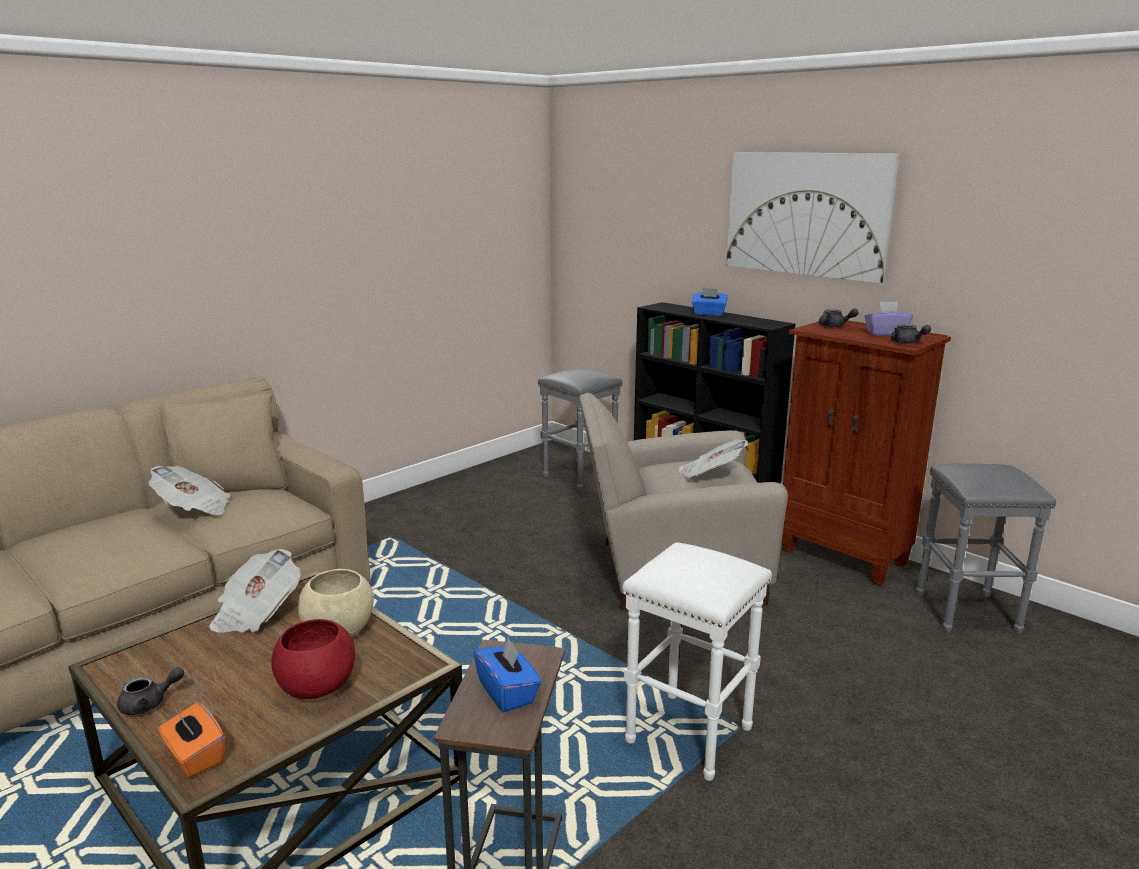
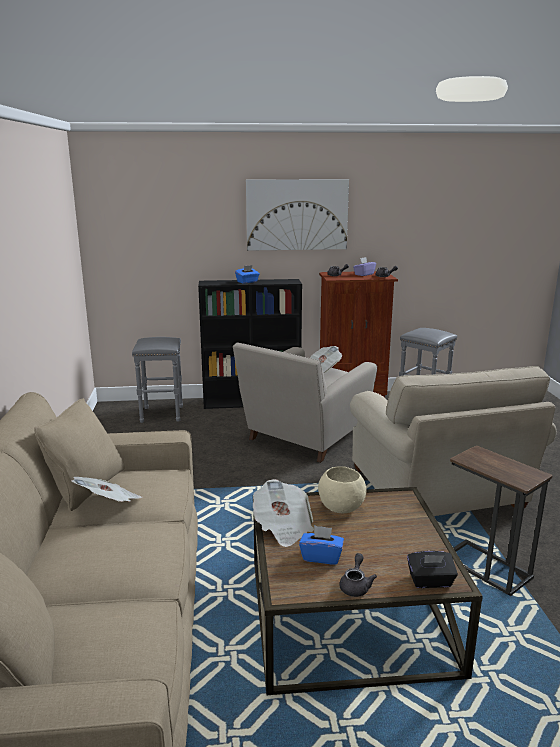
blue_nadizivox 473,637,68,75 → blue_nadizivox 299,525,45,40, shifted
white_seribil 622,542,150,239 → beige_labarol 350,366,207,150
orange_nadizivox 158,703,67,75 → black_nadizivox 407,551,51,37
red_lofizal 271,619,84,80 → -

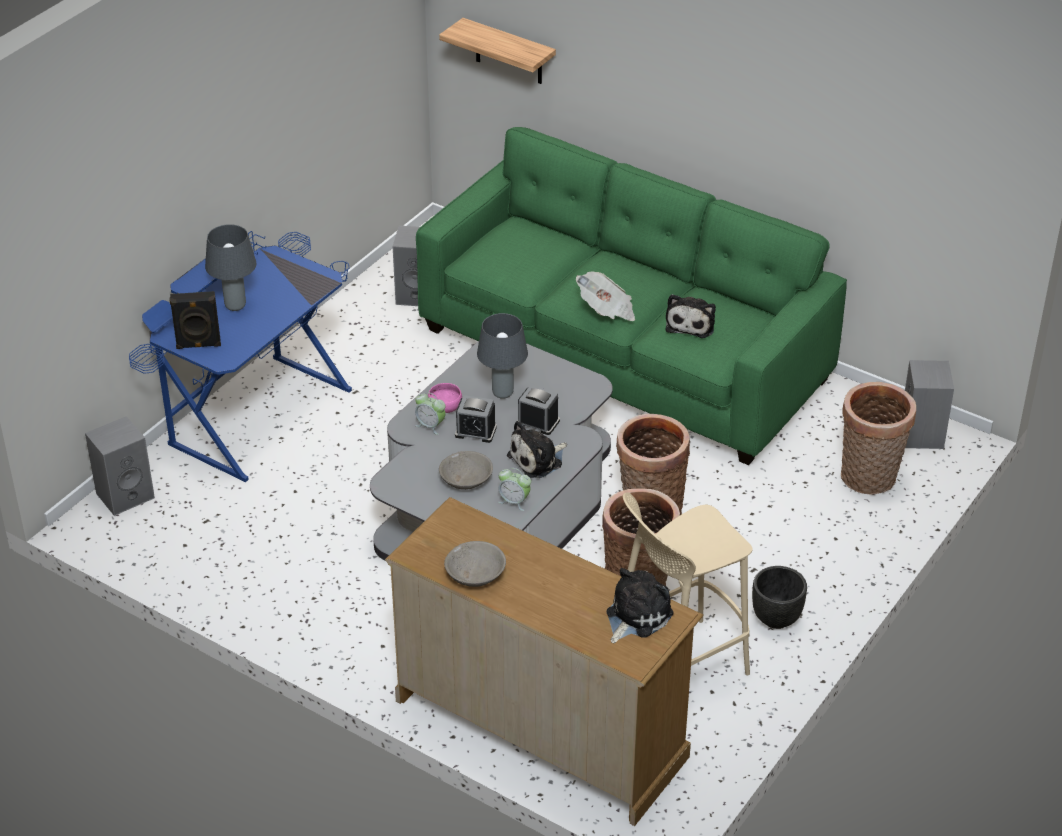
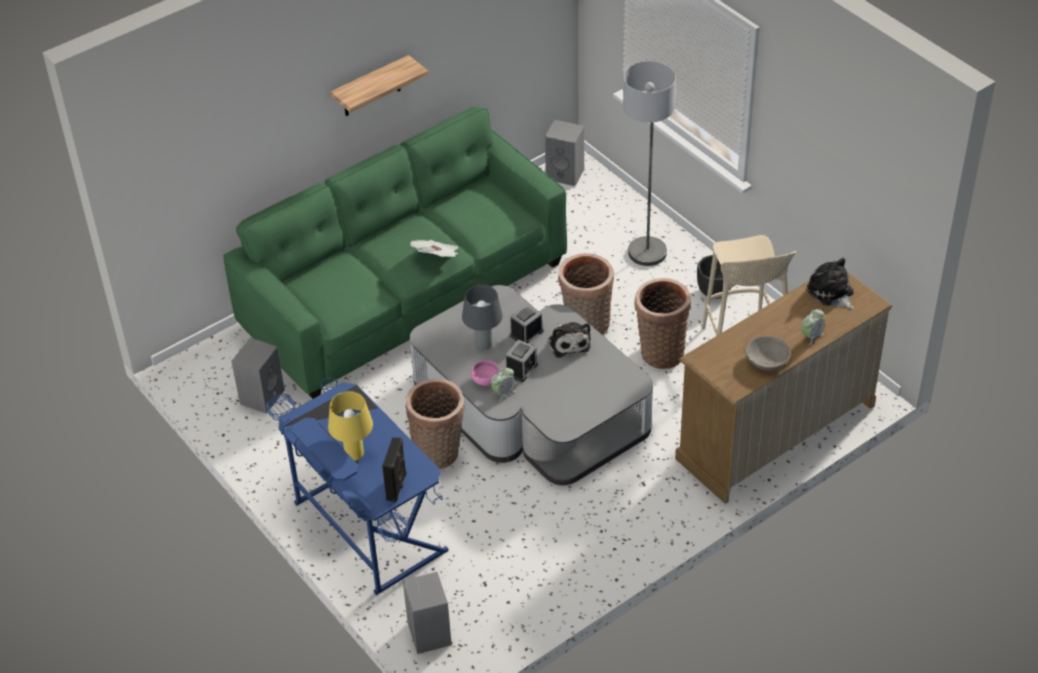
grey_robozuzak 205,224,51,87 → yellow_robozuzak 328,391,45,70
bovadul 439,18,117,66 → bovadul 330,55,99,61, shifted
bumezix 841,382,75,113 → bumezix 406,378,59,91, shifted
- → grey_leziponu 623,61,53,205
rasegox 498,468,33,43 → rasegox 801,309,24,37, shifted
grey_lofizal 439,451,54,39 → -
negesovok 666,294,50,44 → -

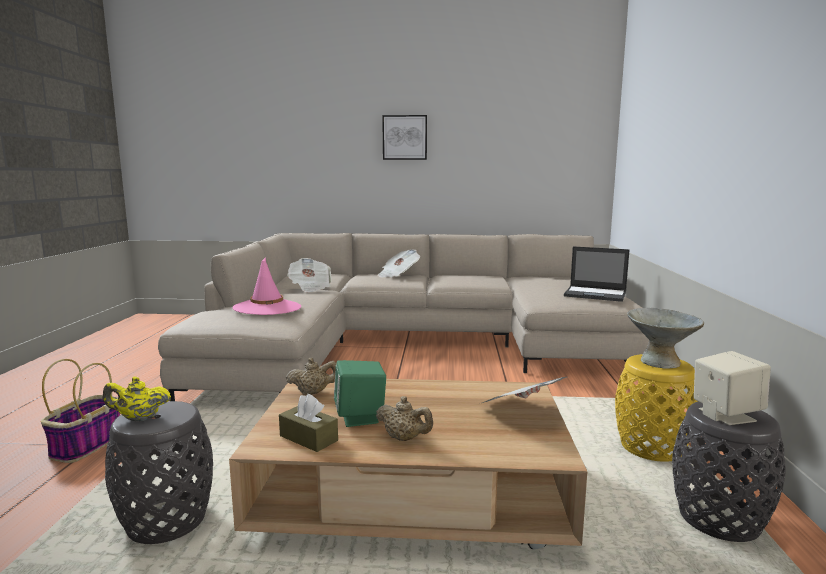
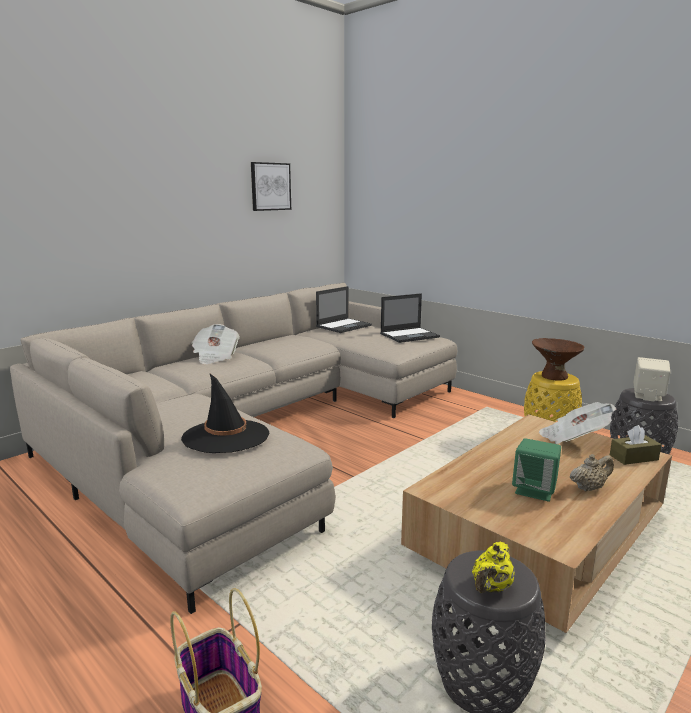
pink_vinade 232,257,69,58 → black_vinade 181,374,88,79
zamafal 382,115,45,45 → zamafal 251,162,40,49, shifted
- → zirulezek 316,286,56,47
grey_lofizal 627,308,77,60 → brown_lofizal 532,338,52,42
brown_nadizivox 279,394,59,58 → brown_nadizivox 610,425,52,40, shifted
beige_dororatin 286,357,50,38 → -
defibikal 287,258,45,34 → -

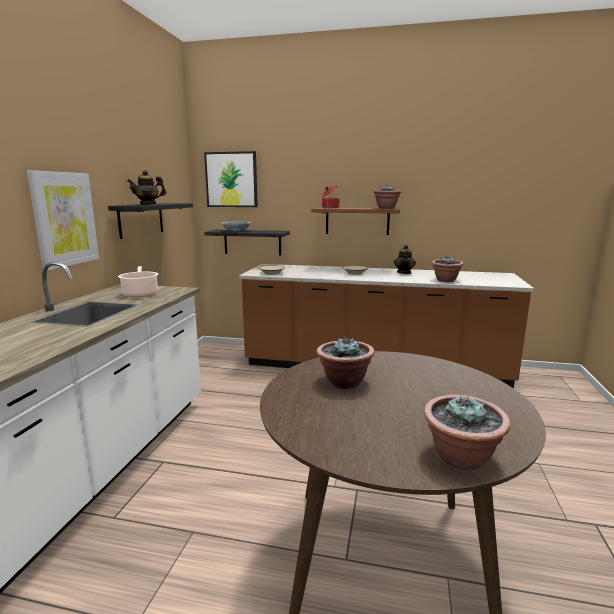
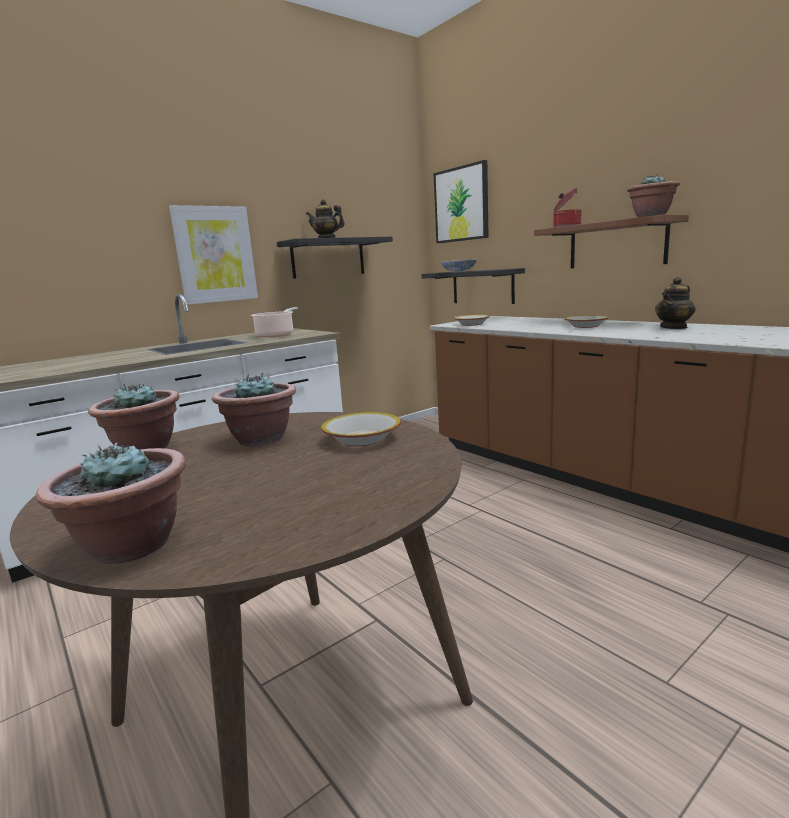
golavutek 432,256,31,26 → golavutek 88,384,92,66, shifted
- → lofizal 321,412,80,34

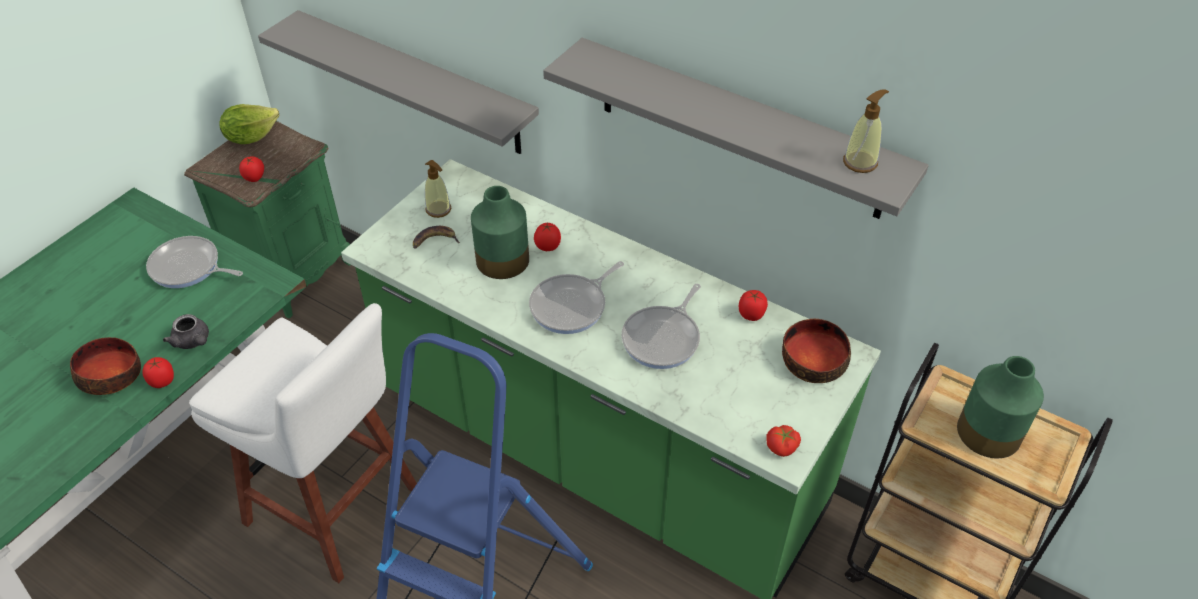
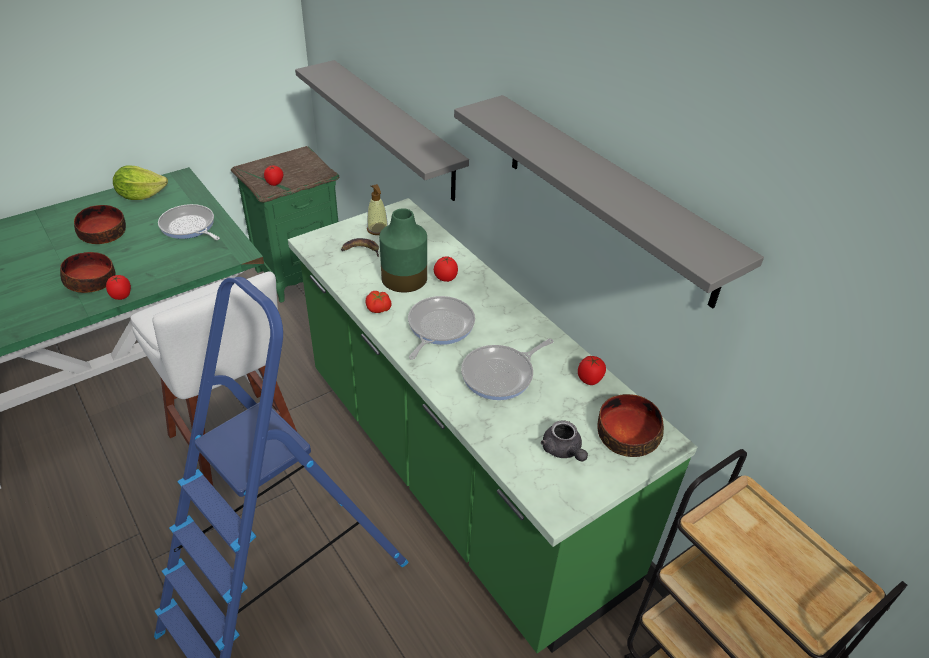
- → lofizal 74,205,52,39
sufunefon 219,104,60,40 → sufunefon 113,166,55,34, shifted
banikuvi 766,425,35,32 → banikuvi 366,291,26,22, shifted
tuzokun 529,261,95,73 → tuzokun 408,296,67,64, 135 degrees clockwise
grey_dororatin 163,314,46,35 → grey_dororatin 541,420,47,41, shifted
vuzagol 843,89,46,84 → -
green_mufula 957,356,87,102 → -

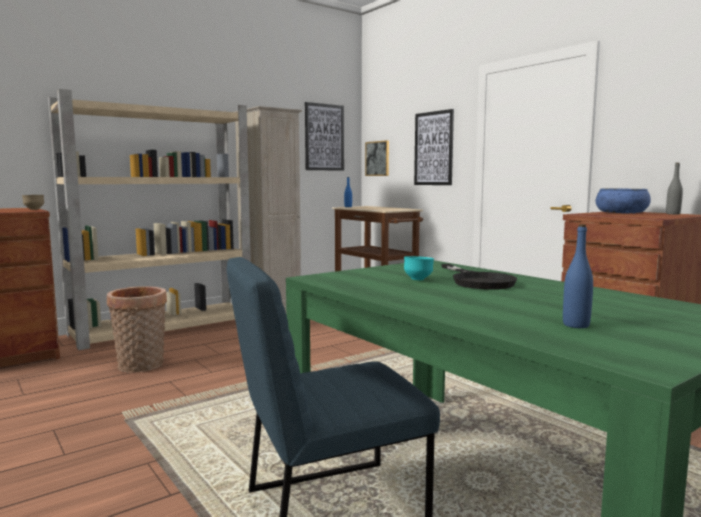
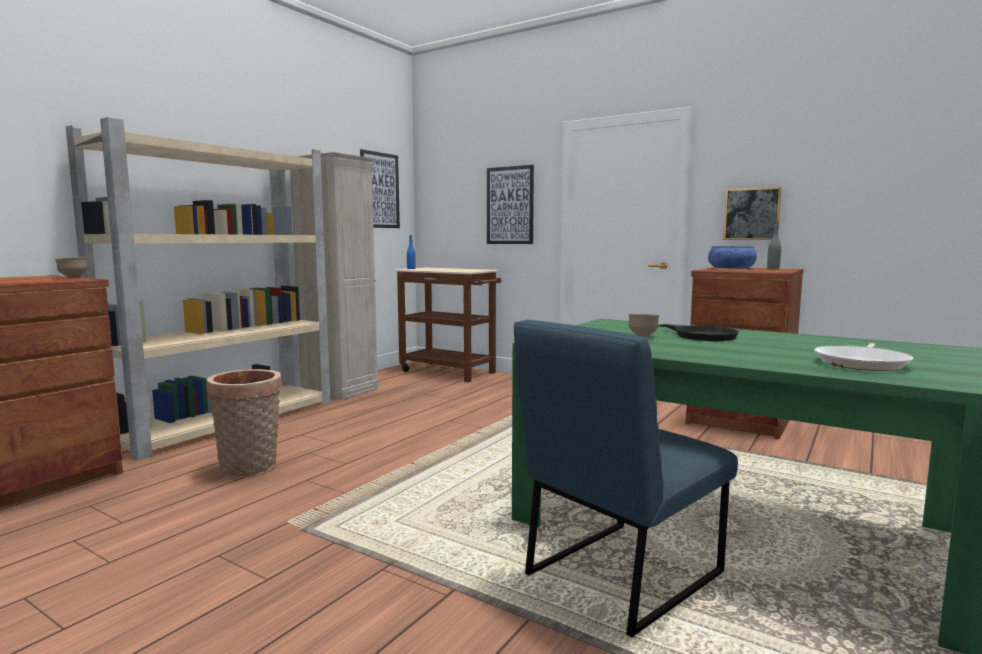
turquoise_lofizal 404,256,30,24 → brown_lofizal 628,314,31,23
zamafal 365,140,24,36 → zamafal 723,187,59,53, shifted
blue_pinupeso 563,224,30,104 → tuzokun 814,343,99,28

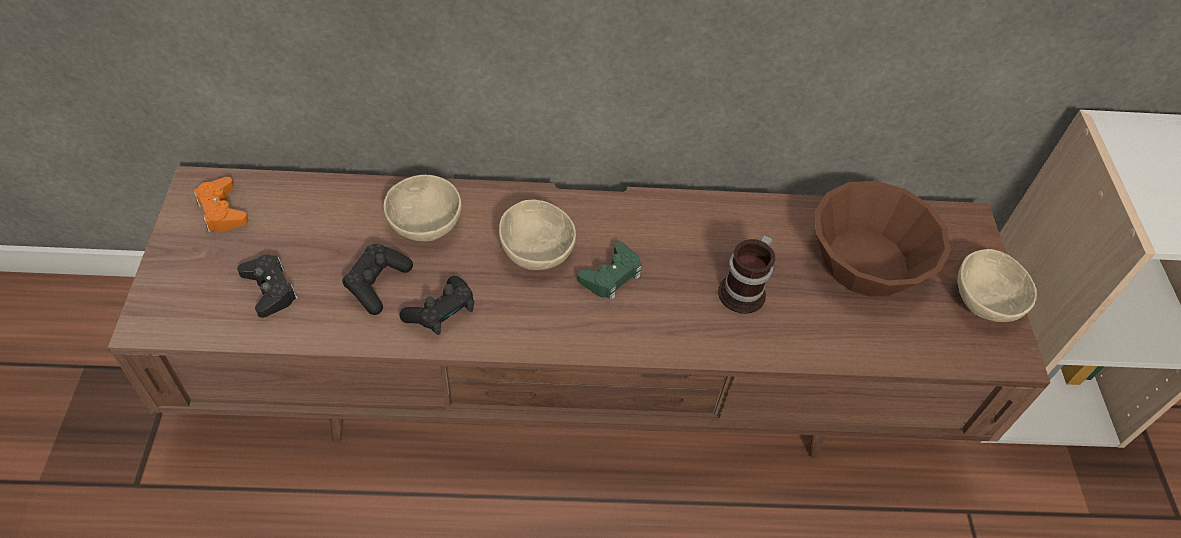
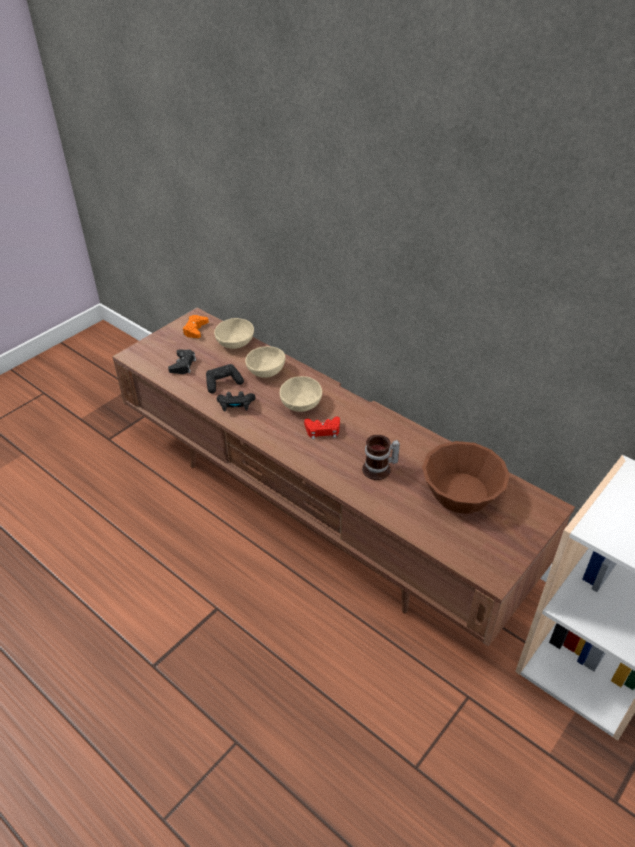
beige_lofizal 958,249,79,73 → beige_lofizal 214,318,40,31, shifted
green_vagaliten 578,242,64,58 → red_vagaliten 304,417,36,22

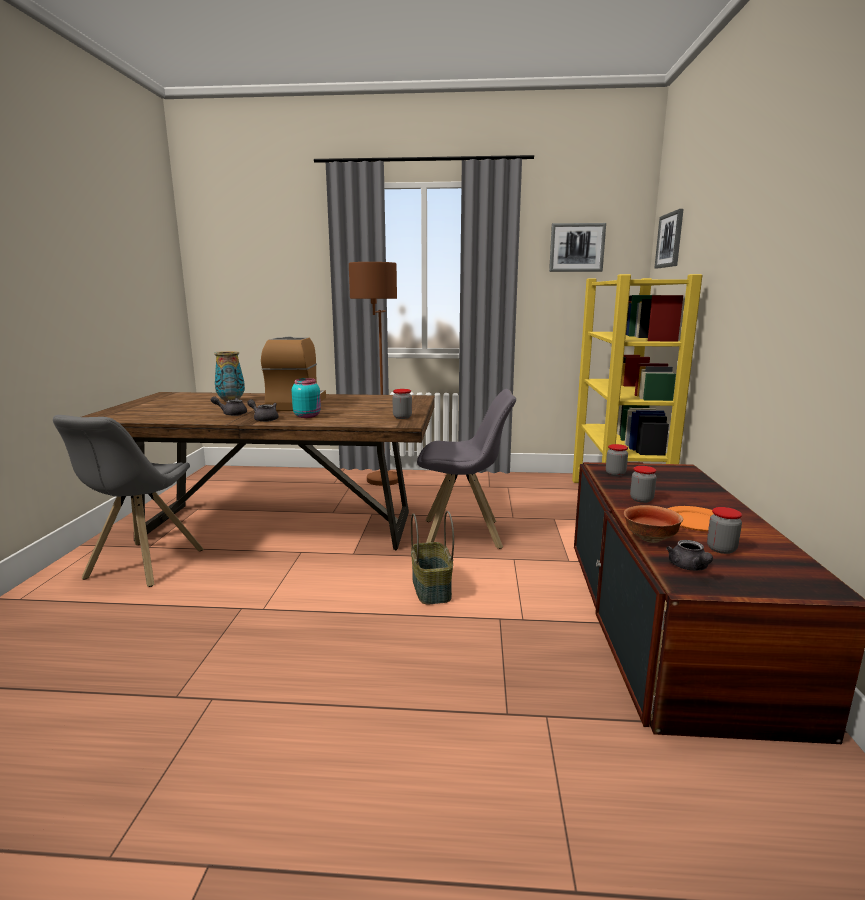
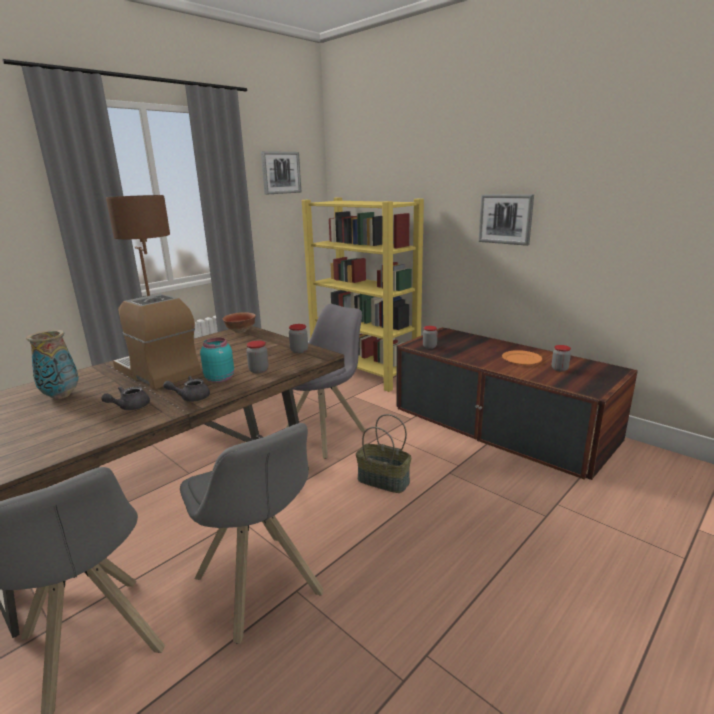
- → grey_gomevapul 180,423,144,221
lofizal 624,505,59,38 → lofizal 223,312,33,21, shifted
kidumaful 630,466,27,37 → kidumaful 246,341,23,32, shifted
zamafal 654,209,30,59 → zamafal 478,194,56,52, shifted
grey_dororatin 666,540,47,31 → -

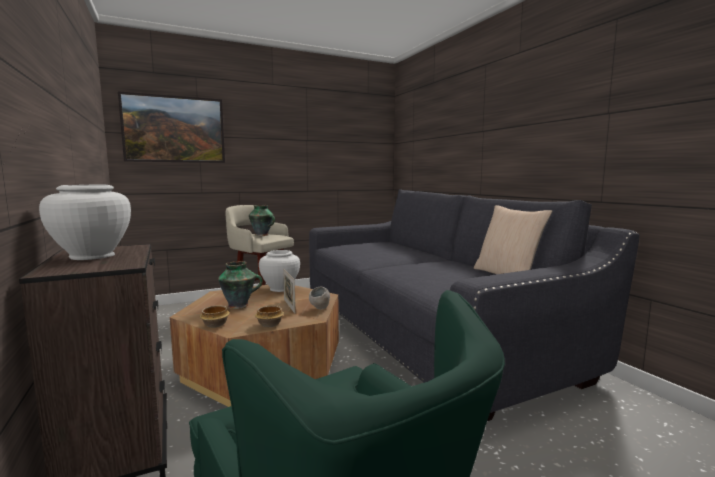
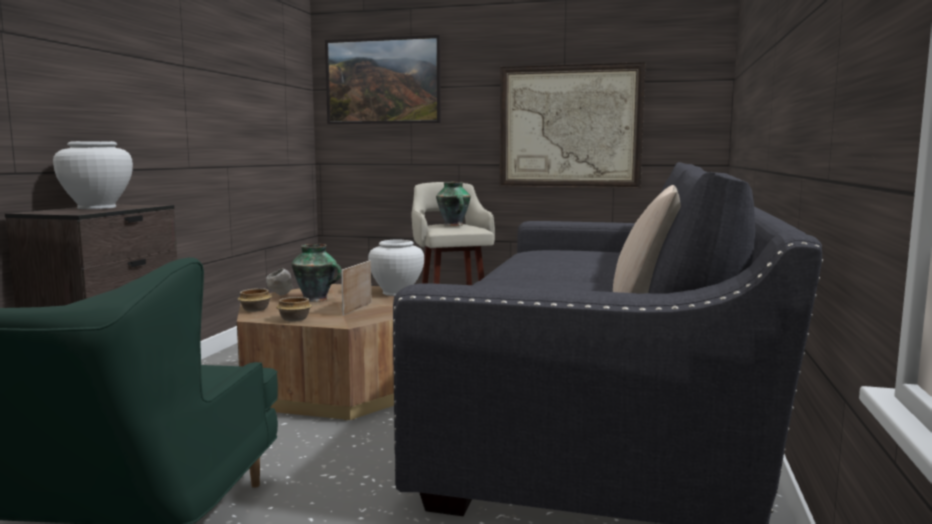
grey_lofizal 309,287,21,23 → grey_lofizal 266,268,27,28, shifted
- → zamafal 499,62,146,126

